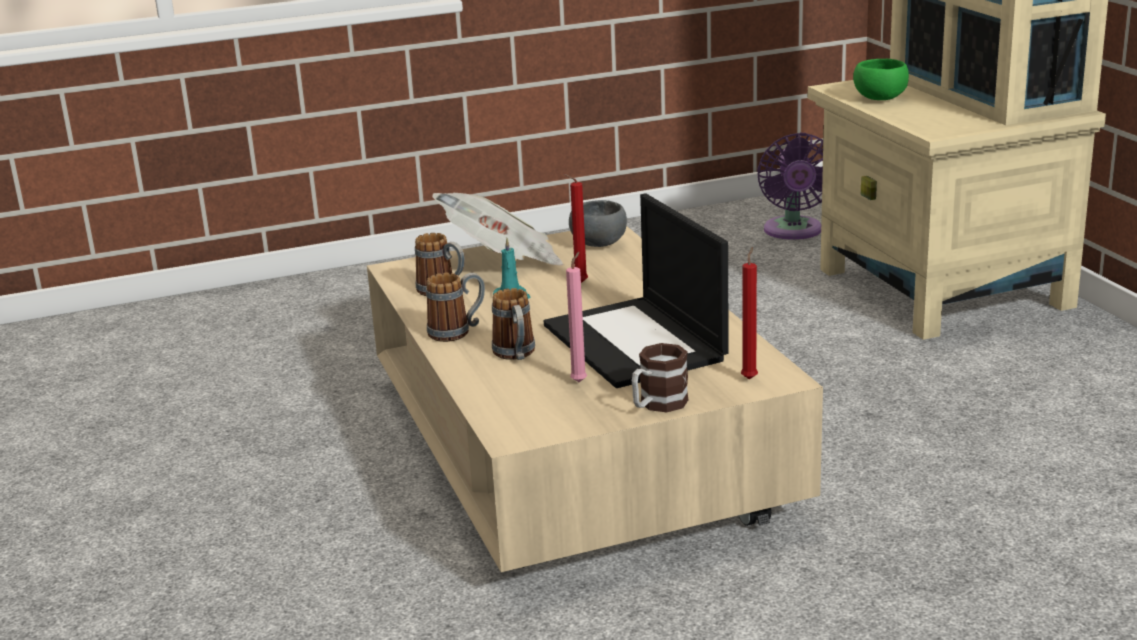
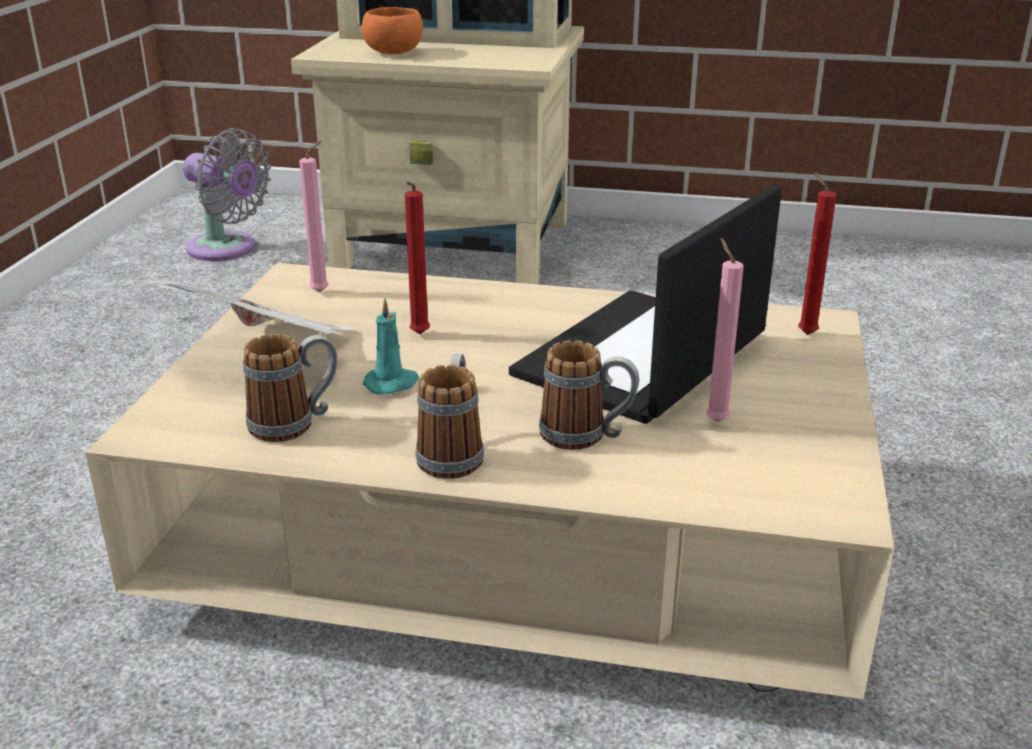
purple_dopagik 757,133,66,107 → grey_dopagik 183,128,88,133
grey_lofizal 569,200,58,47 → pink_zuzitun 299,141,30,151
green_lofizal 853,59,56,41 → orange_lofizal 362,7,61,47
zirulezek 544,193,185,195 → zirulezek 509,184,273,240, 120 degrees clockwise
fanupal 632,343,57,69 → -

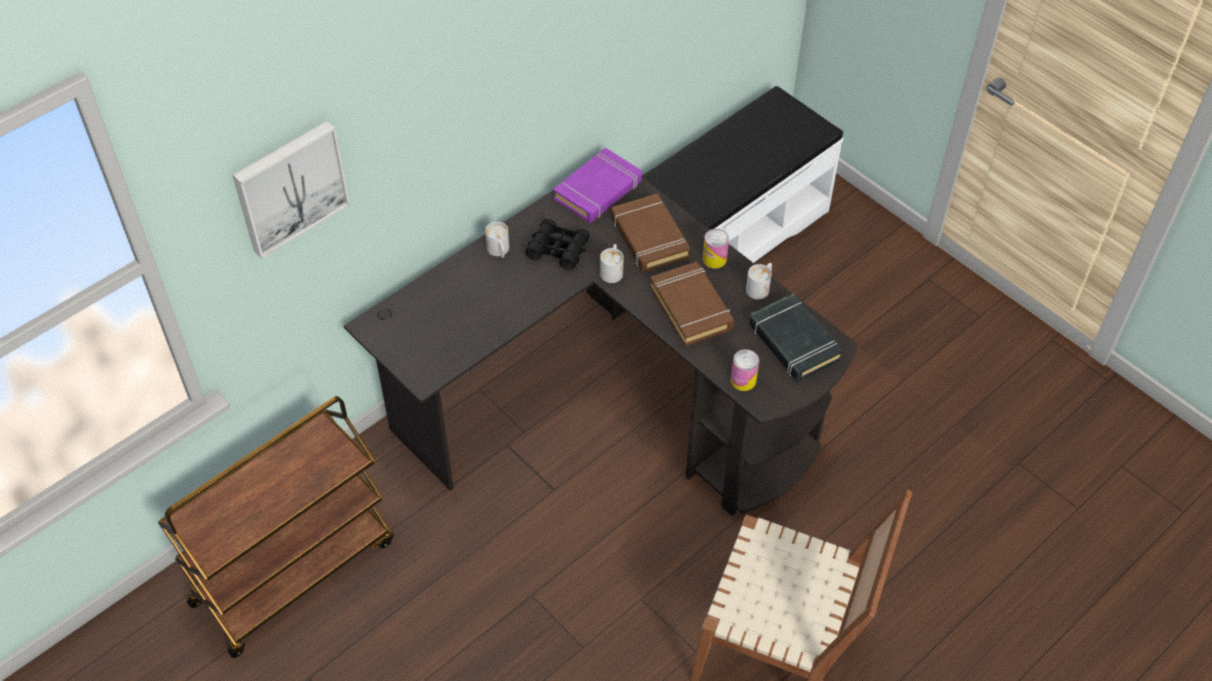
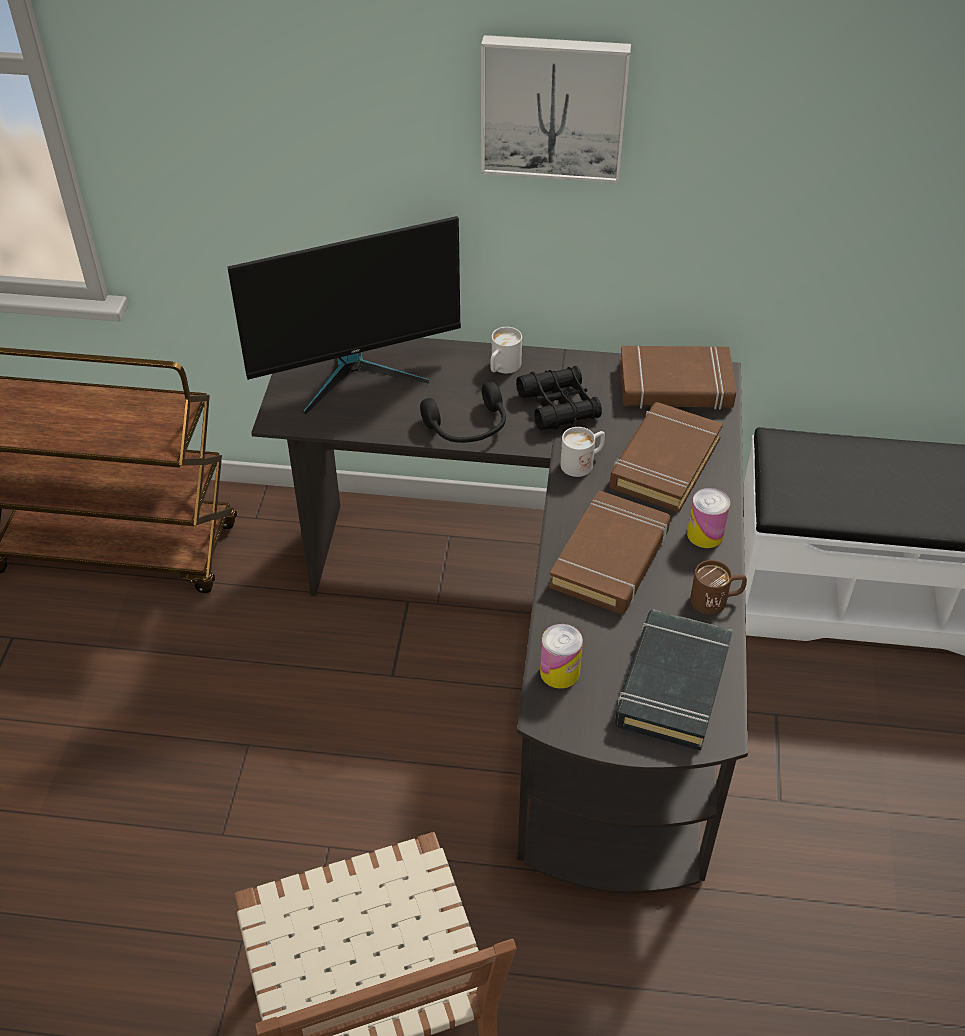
- → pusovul 227,216,234,198
- → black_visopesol 420,381,86,62
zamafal 233,121,117,138 → zamafal 481,35,150,148, shifted
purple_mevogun 553,148,89,75 → brown_mevogun 620,346,117,64
white_fanupal 746,263,26,36 → brown_fanupal 690,560,57,55

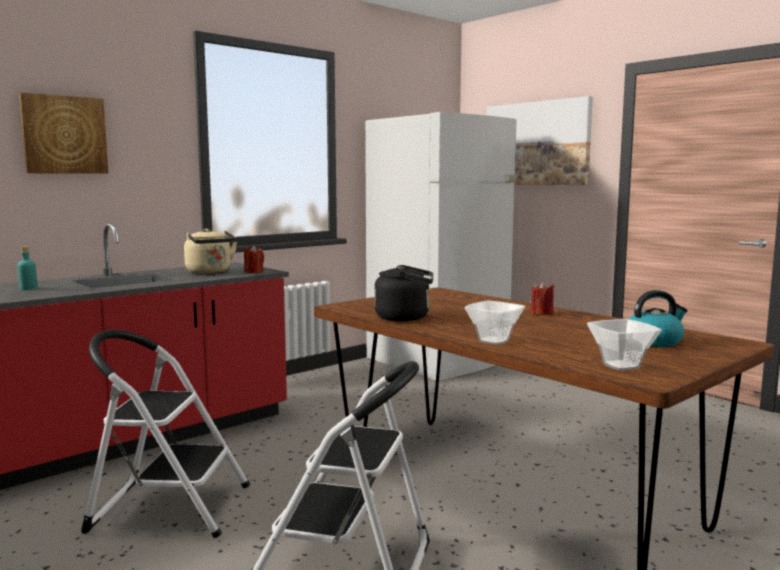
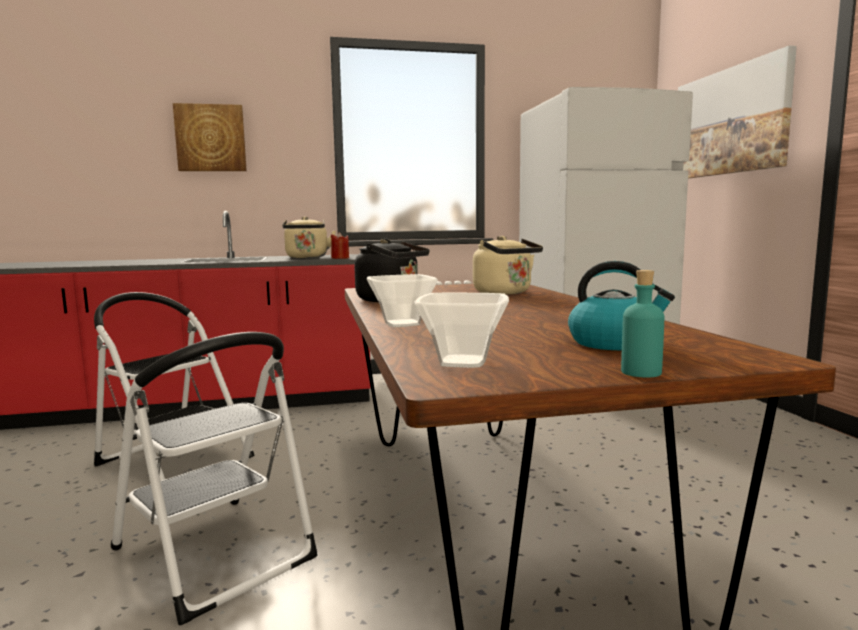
- → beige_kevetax 473,236,70,59
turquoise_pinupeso 17,246,21,44 → turquoise_pinupeso 621,270,43,108, shifted
red_zuzitun 531,282,23,33 → -

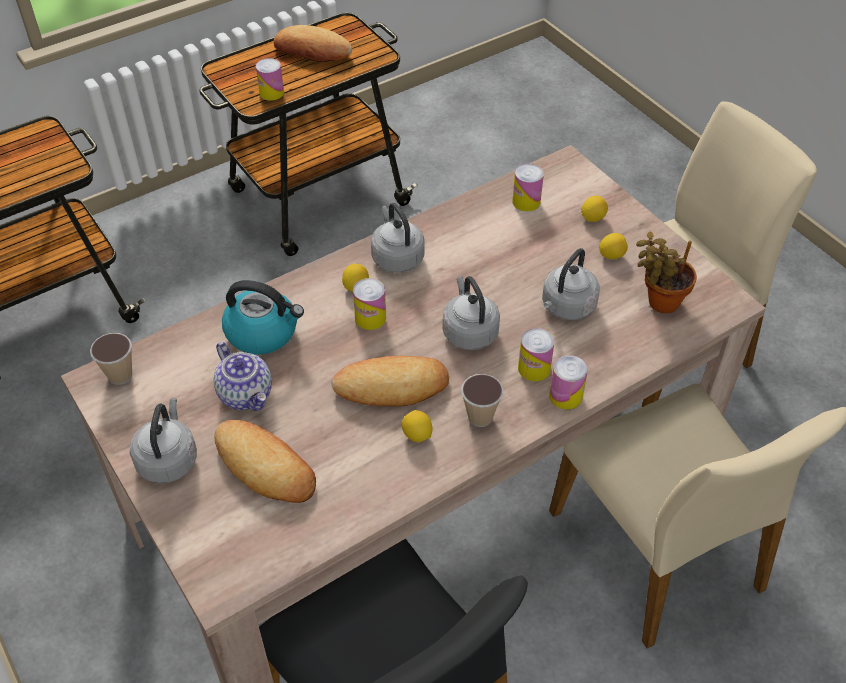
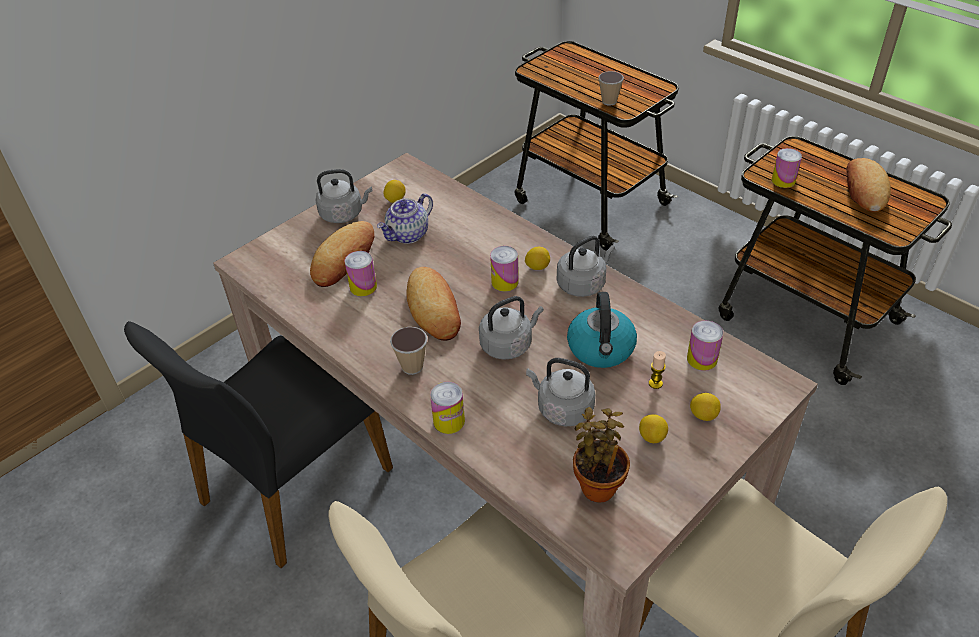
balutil 518,328,37,54 → balutil 345,251,32,45, shifted
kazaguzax 402,410,31,32 → kazaguzax 383,180,23,23, shifted
kevetax 222,280,82,75 → kevetax 567,292,70,76, shifted
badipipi 90,333,42,52 → badipipi 598,71,26,35, shifted
- → zuzitun 649,351,17,38

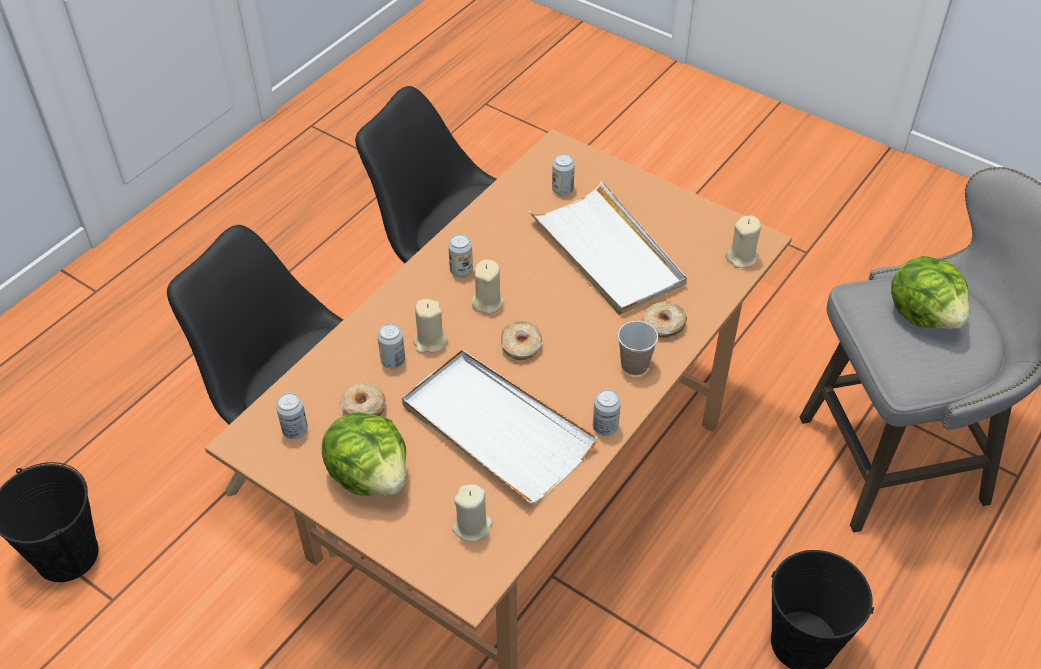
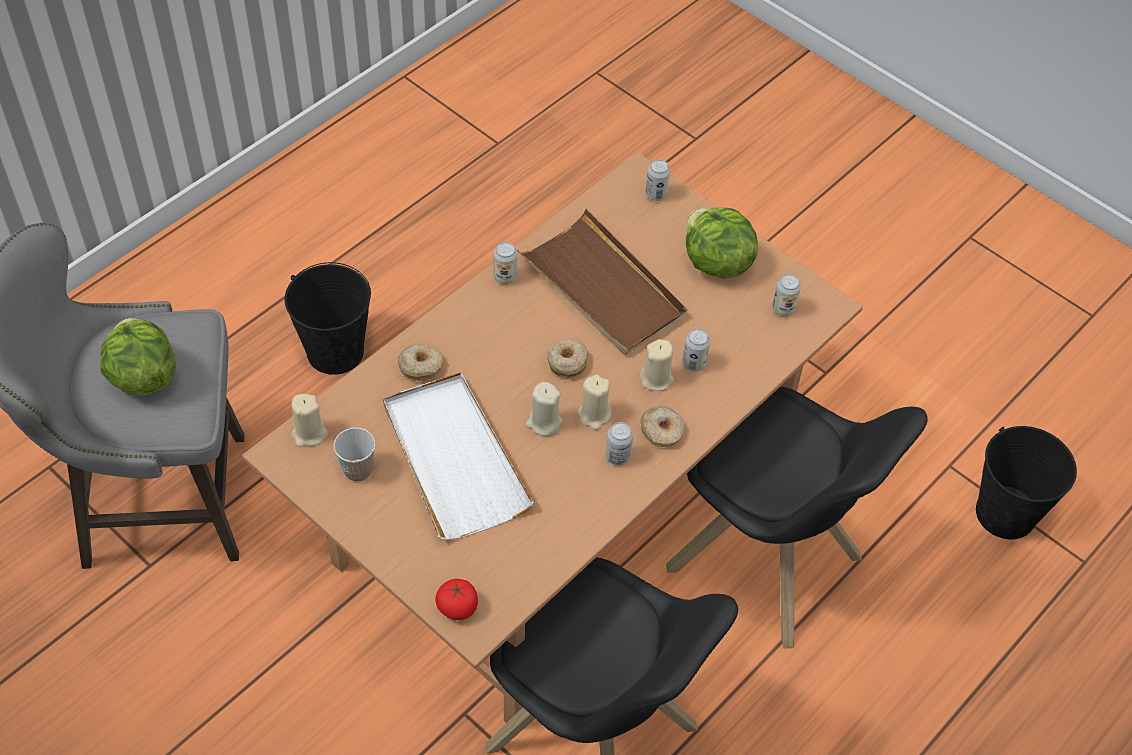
badipipi 618,321,40,54 → badipipi 334,427,41,55, shifted
- → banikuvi 435,579,43,41
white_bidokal 402,350,196,154 → brown_bidokal 517,209,170,146
beige_zuzitun 453,484,40,58 → beige_zuzitun 526,382,36,54, shifted
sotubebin 341,383,45,33 → sotubebin 640,406,44,41, shifted
balutil 552,154,23,42 → balutil 645,159,25,42, shifted

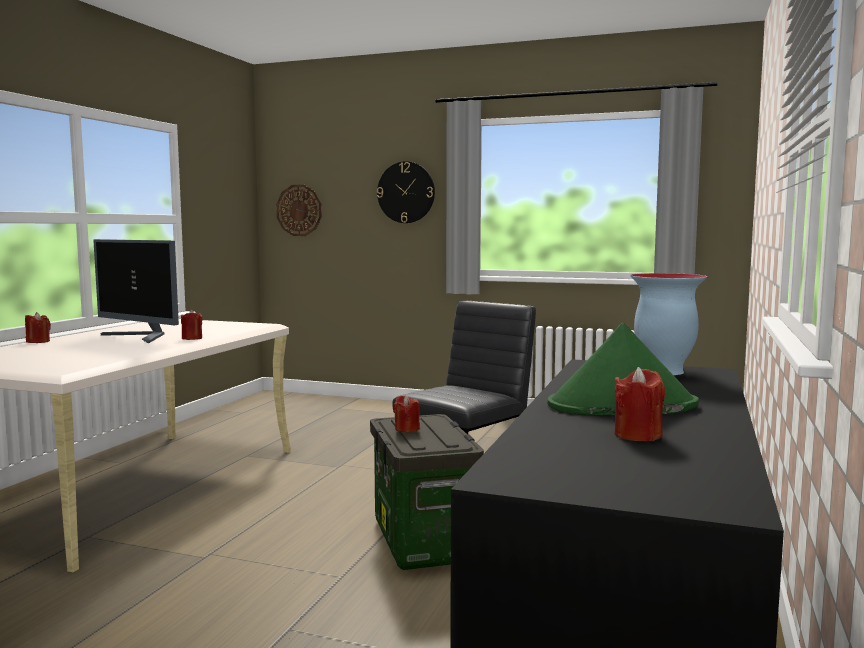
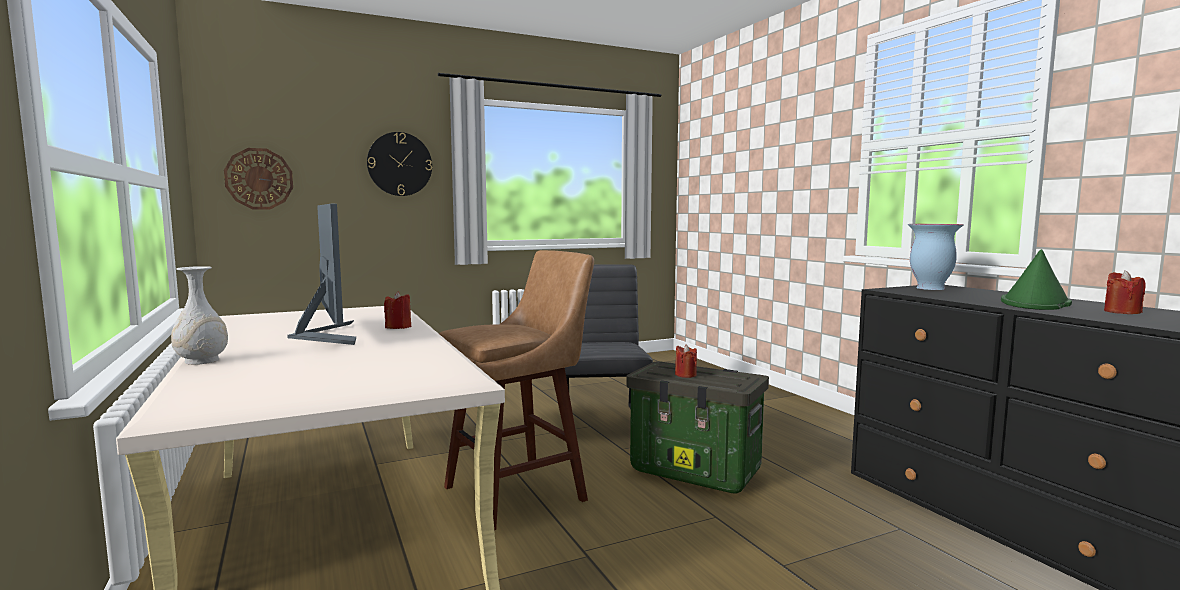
red_zuzitun 25,312,26,31 → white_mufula 171,266,57,99
pusovul 93,239,86,105 → pusovul 287,204,69,141, 105 degrees counterclockwise
- → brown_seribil 439,250,155,280

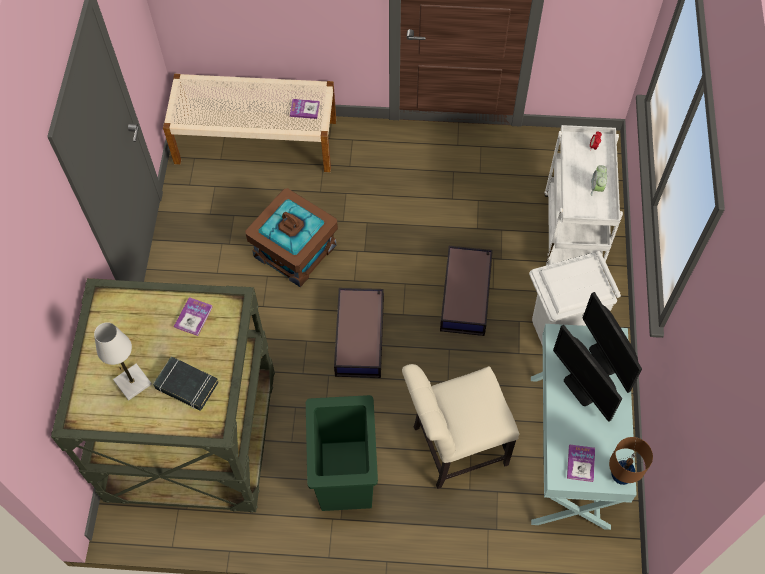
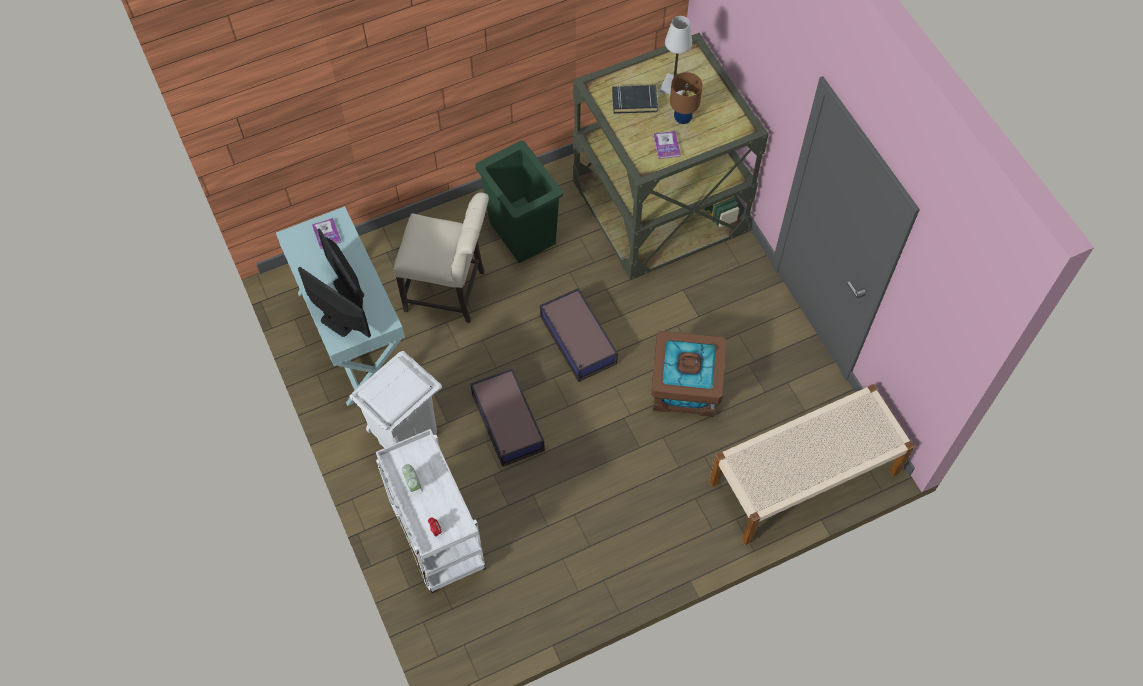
pusovul 553,325,69,97 → pusovul 317,228,47,81, 150 degrees counterclockwise
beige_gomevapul 402,364,117,125 → beige_gomevapul 394,193,95,130, 60 degrees clockwise
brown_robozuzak 609,437,44,48 → brown_robozuzak 670,72,33,52, shifted
mevogun 290,99,30,20 → -

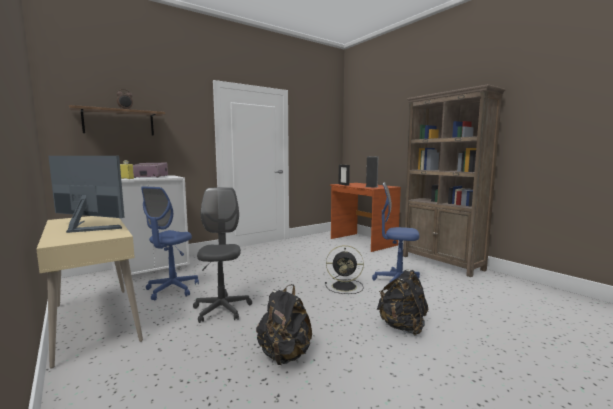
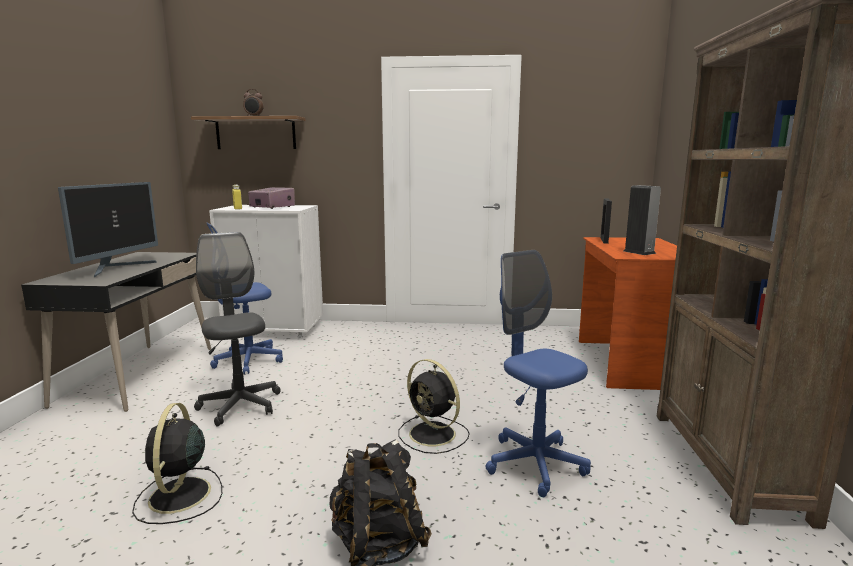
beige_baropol 36,216,107,153 → black_baropol 21,252,190,160
pusovul 48,156,77,77 → pusovul 58,182,100,95, 45 degrees clockwise
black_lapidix 256,284,56,81 → black_dopagik 132,403,90,121
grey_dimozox 193,187,59,136 → grey_dimozox 194,232,87,195, 60 degrees counterclockwise

